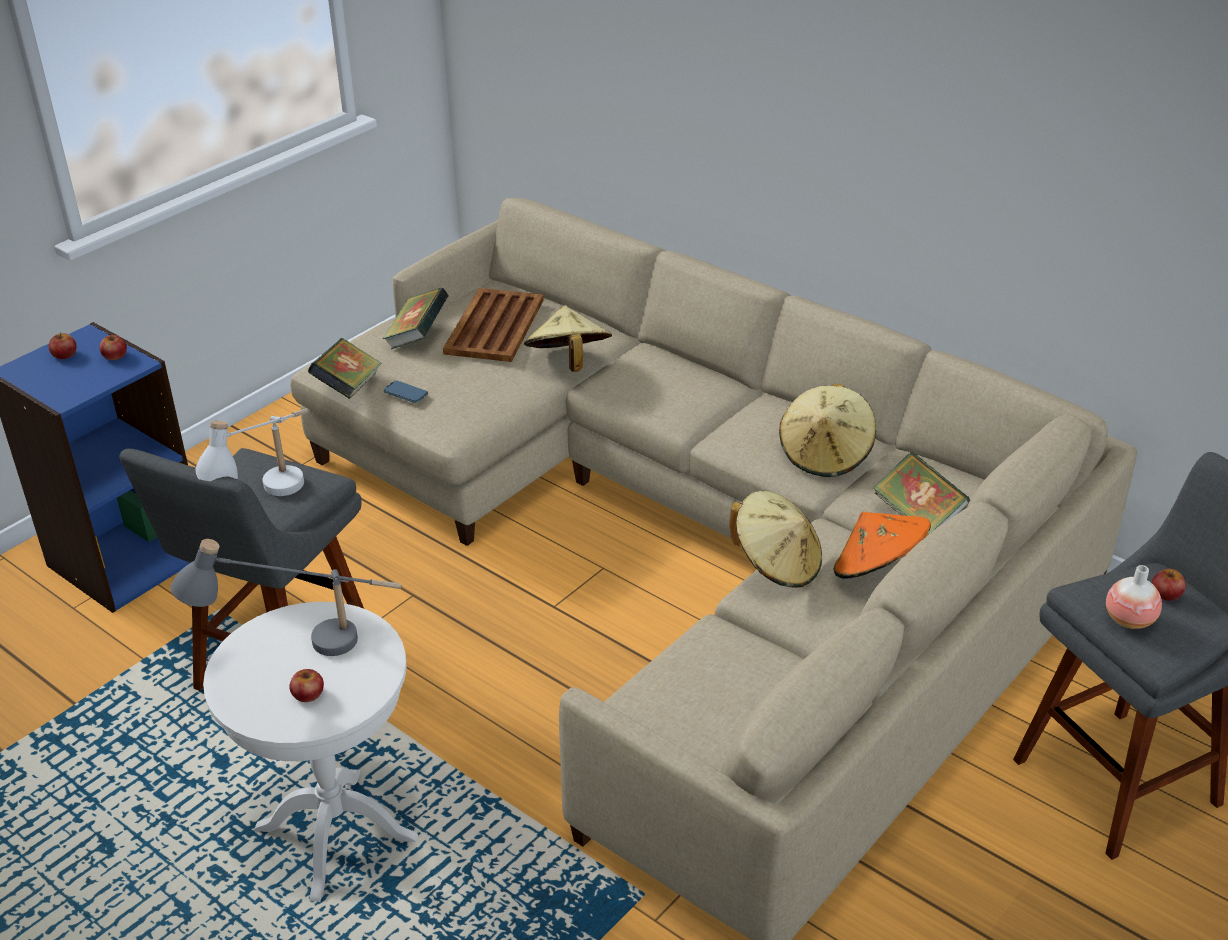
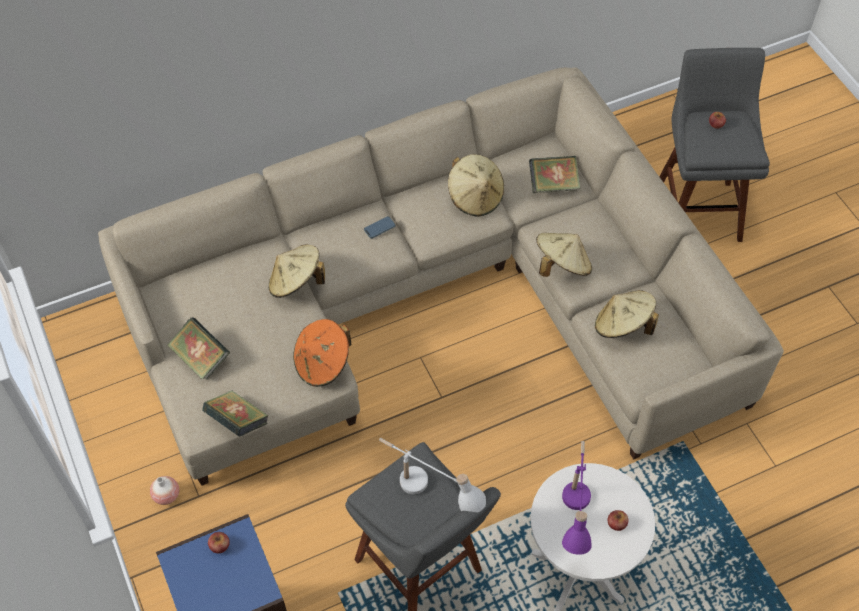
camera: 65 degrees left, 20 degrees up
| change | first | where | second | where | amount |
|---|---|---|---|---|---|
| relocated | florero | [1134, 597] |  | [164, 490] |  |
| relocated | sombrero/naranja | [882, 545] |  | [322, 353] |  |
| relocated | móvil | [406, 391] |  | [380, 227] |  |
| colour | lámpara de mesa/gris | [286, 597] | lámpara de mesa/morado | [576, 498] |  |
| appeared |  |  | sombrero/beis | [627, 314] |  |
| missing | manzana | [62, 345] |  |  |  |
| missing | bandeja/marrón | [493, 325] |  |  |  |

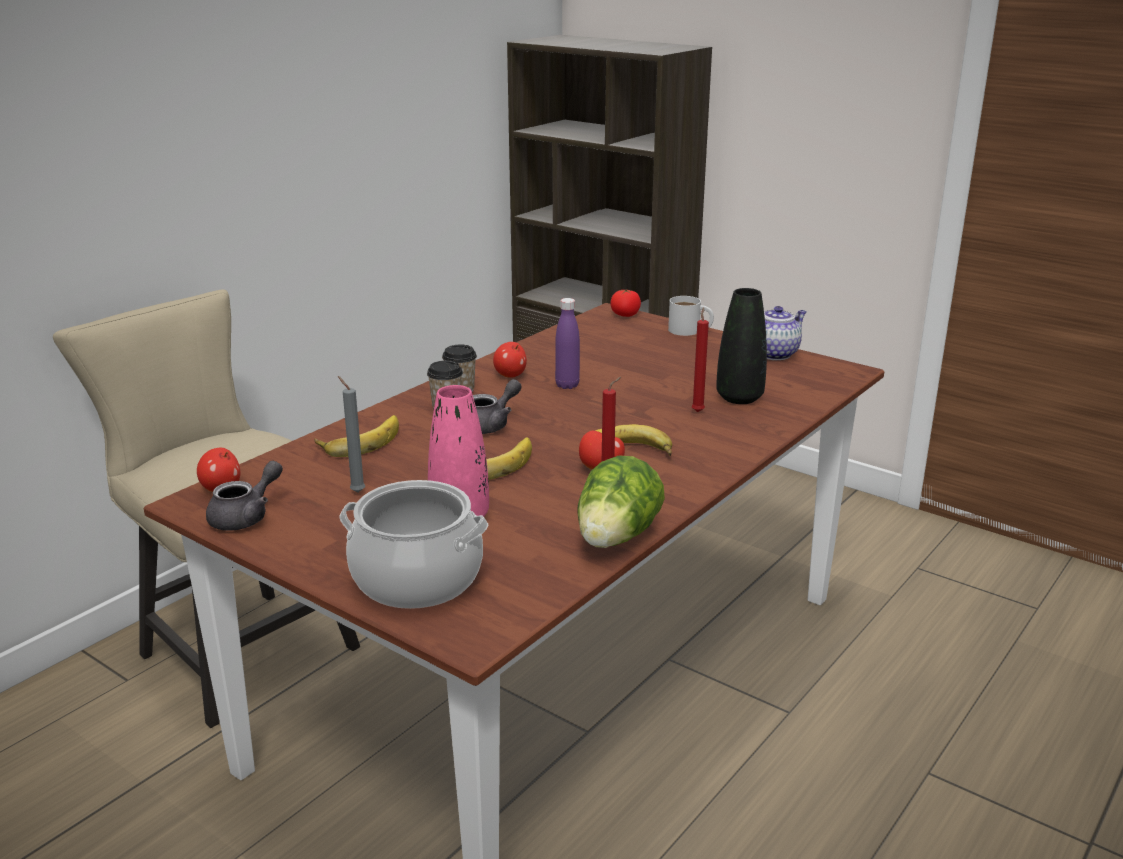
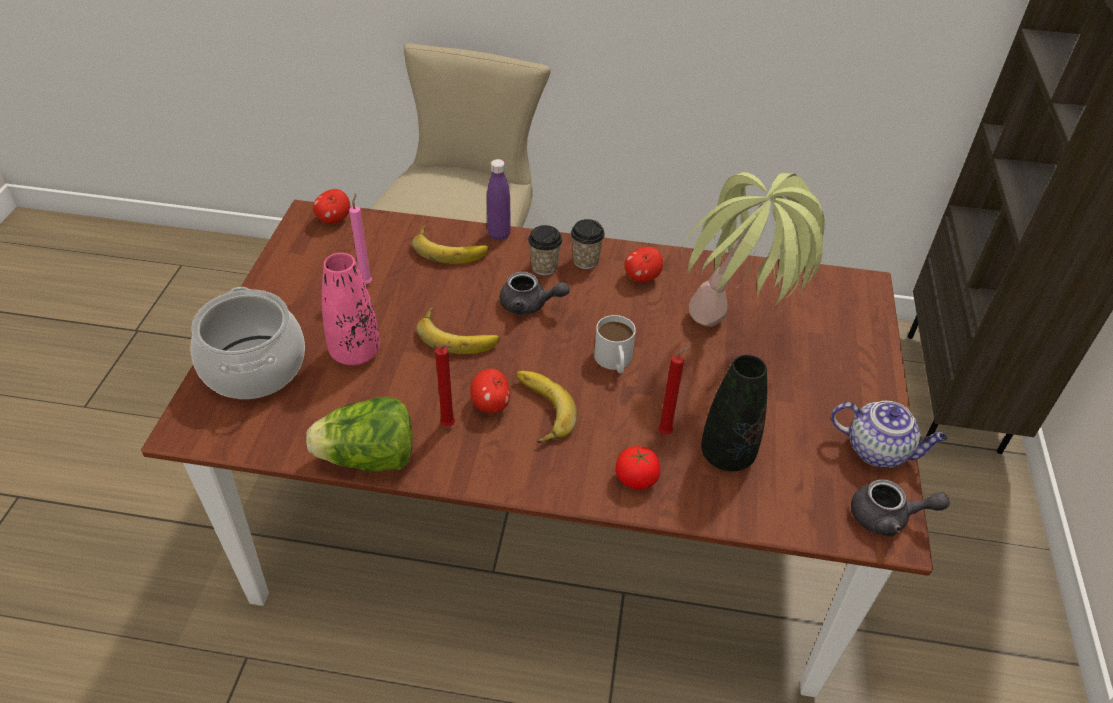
camera: 60 degrees right, 20 degrees up
| change | first | where | second | where | amount |
|---|---|---|---|---|---|
| colour | vela/gris | [351, 434] | vela/rosa | [360, 239] |  |
| relocated | botella/morado | [567, 343] |  | [499, 200] |  |
| relocated | taza grande/blanco | [691, 316] |  | [615, 344] |  |
| relocated | tomate | [625, 303] |  | [638, 468] |  |
| appeared |  |  | planta en maceta | [753, 249] |  |
| relocated | tetera/gris | [244, 496] |  | [900, 508] |  |

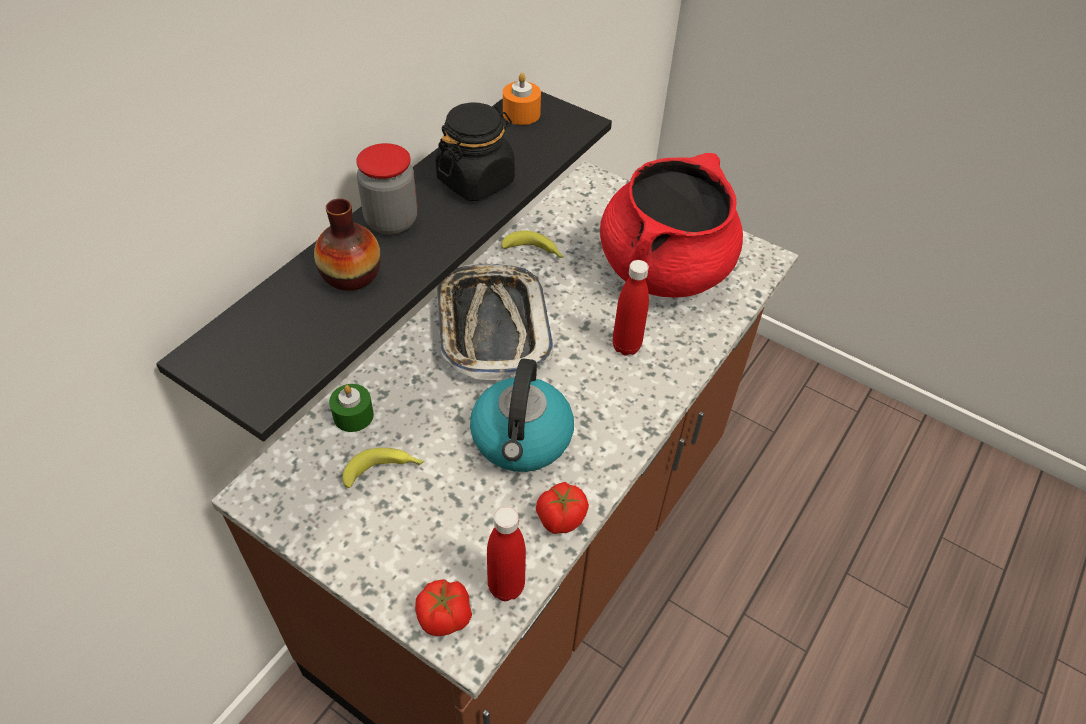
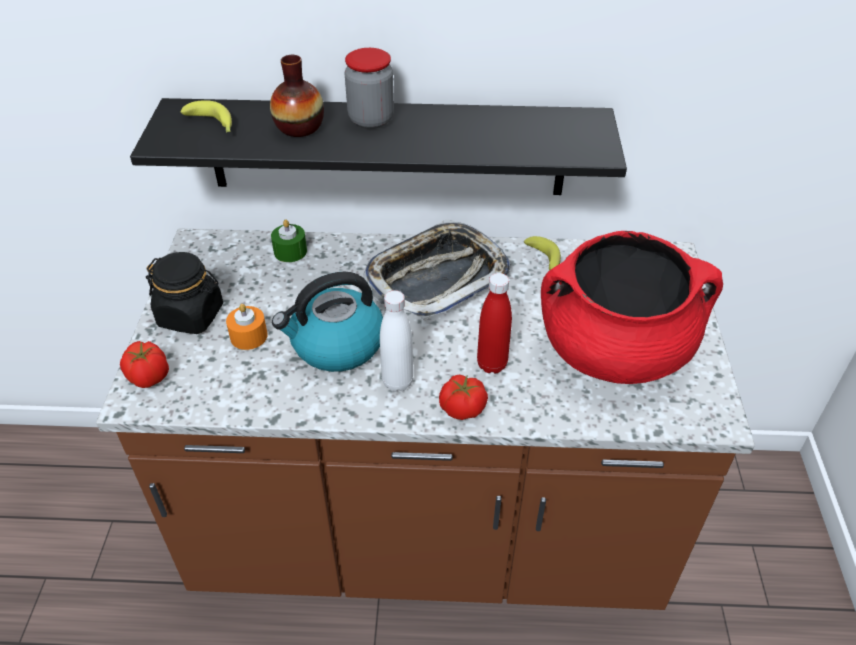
camera: 60 degrees right, 5 degrees down
| change | first | where | second | where | amount |
|---|---|---|---|---|---|
| relocated | tarro/negro | [475, 151] |  | [184, 293] |  |
| relocated | plátano | [383, 468] |  | [206, 116] |  |
| relocated | vela/naranja | [522, 99] |  | [247, 327] |  |
| appeared |  |  | botella/blanco | [396, 341] |  |
| relocated | tomate | [562, 508] |  | [463, 397] |  |
| missing | botella/rojo | [506, 554] |  |  |  |

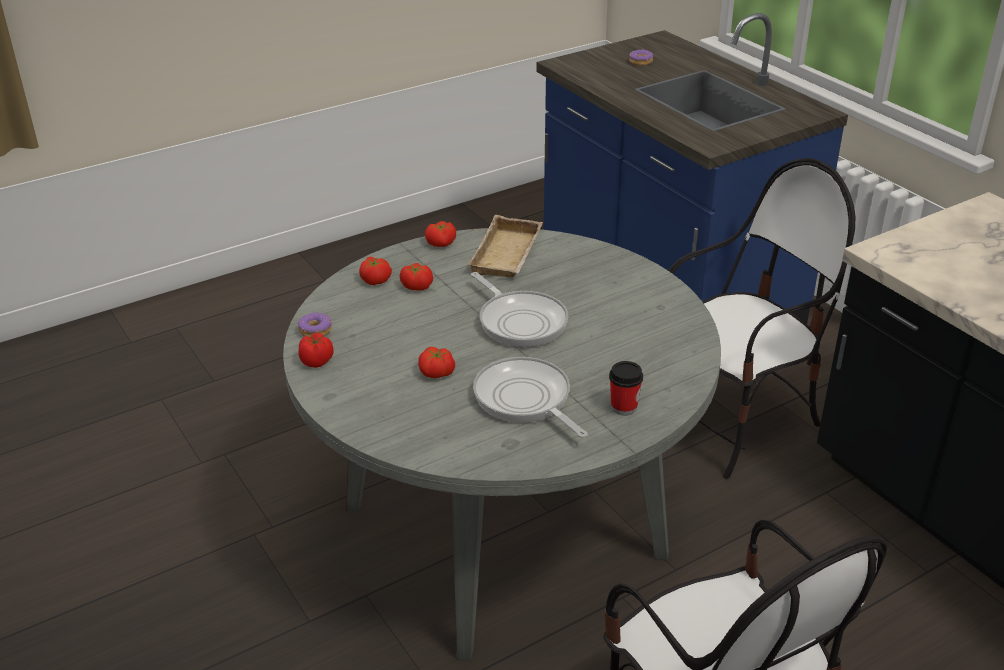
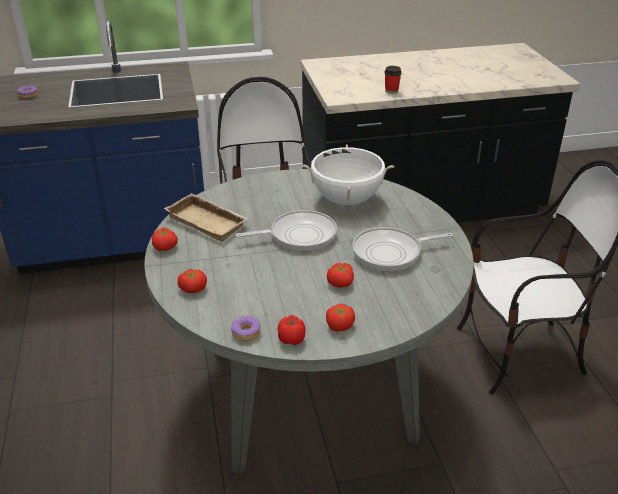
camera: 70 degrees left, 0 degrees up
| change | first | where | second | where | amount |
|---|---|---|---|---|---|
| appeared |  |  | olla/blanco | [348, 175] |  |
| relocated | tomate | [416, 277] |  | [340, 318] |  |
| relocated | taza | [626, 388] |  | [393, 80] |  |

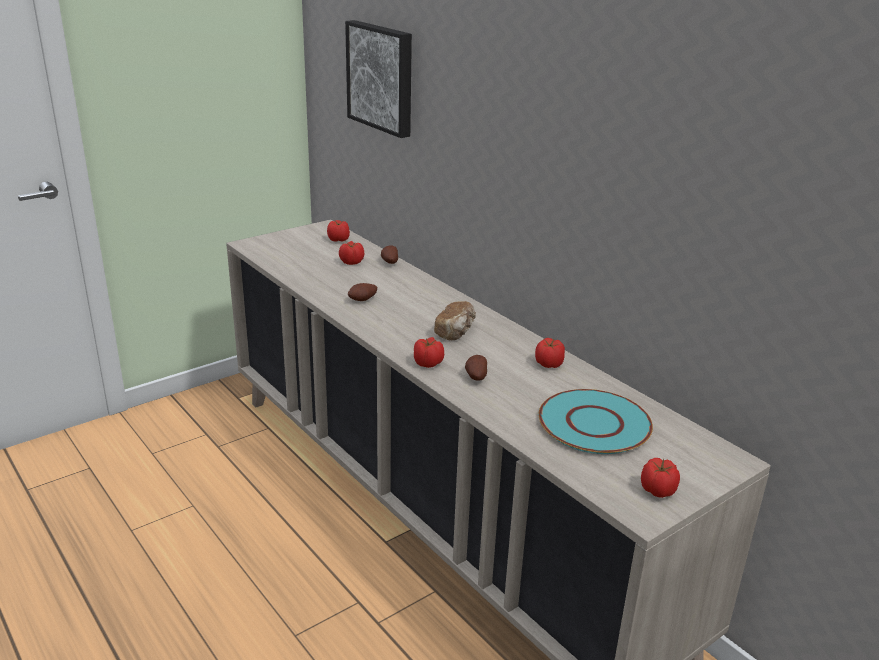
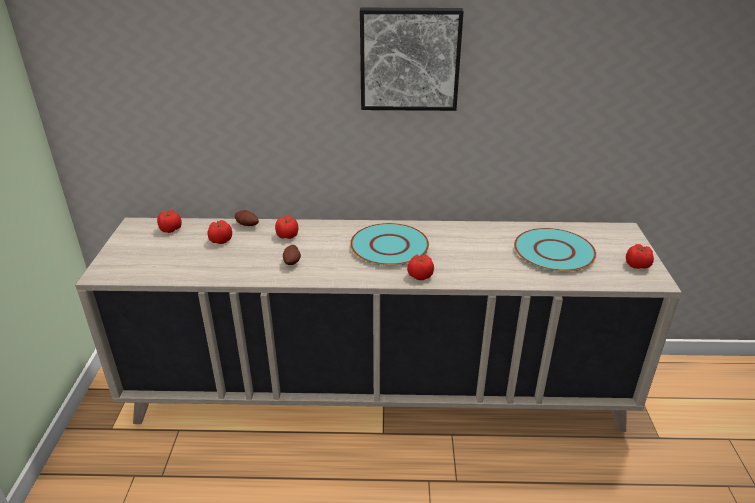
camera: 50 degrees left, 5 degrees up
| change | first | where | second | where | amount |
|---|---|---|---|---|---|
| relocated | tomate | [550, 353] |  | [286, 227] |  |
| exchanged | pan | [455, 320] | plato/turquesa | [389, 244] |  |
| relocated | cuadro | [378, 79] |  | [412, 59] |  |
| missing | patata | [476, 368] |  |  |  |

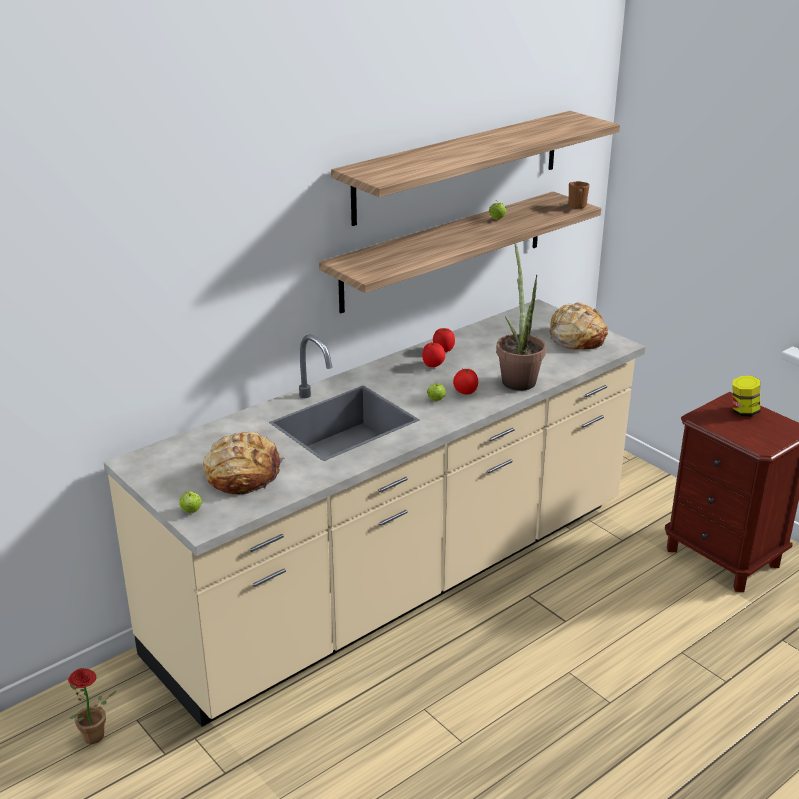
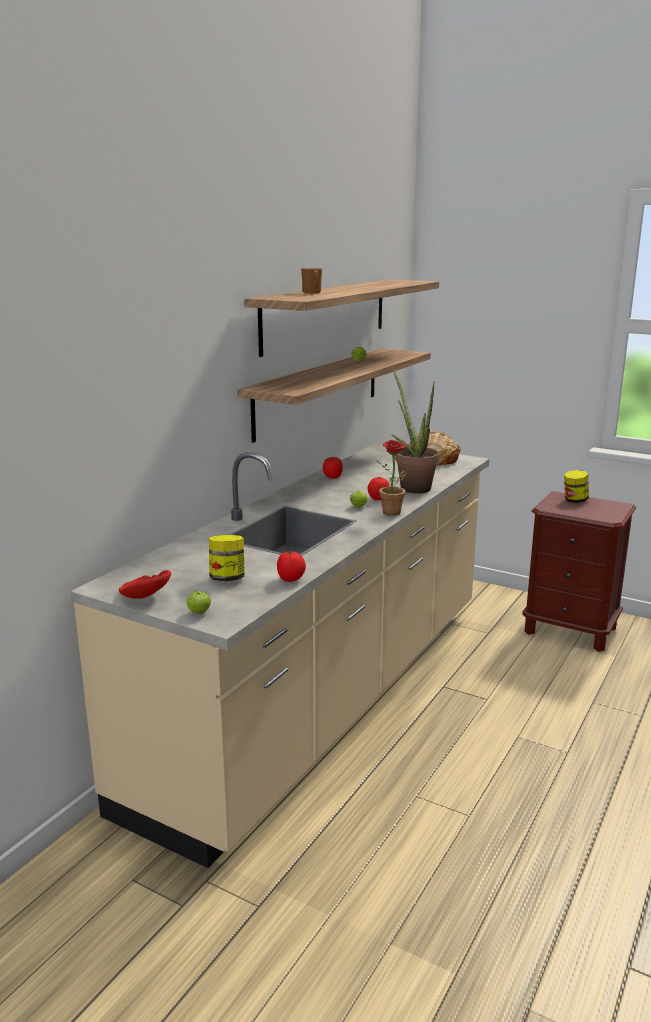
camera: 20 degrees left, 10 degrees down
| change | first | where | second | where | amount |
|---|---|---|---|---|---|
| appeared |  |  | cuenco/rojo | [144, 584] |  |
| exchanged | pan | [244, 463] | tarro | [226, 558] |  |
| relocated | tomate | [433, 355] |  | [291, 566] |  |
| relocated | taza grande/marrón | [579, 195] |  | [311, 280] |  |
| relocated | planta en maceta | [92, 706] |  | [392, 478] |  |

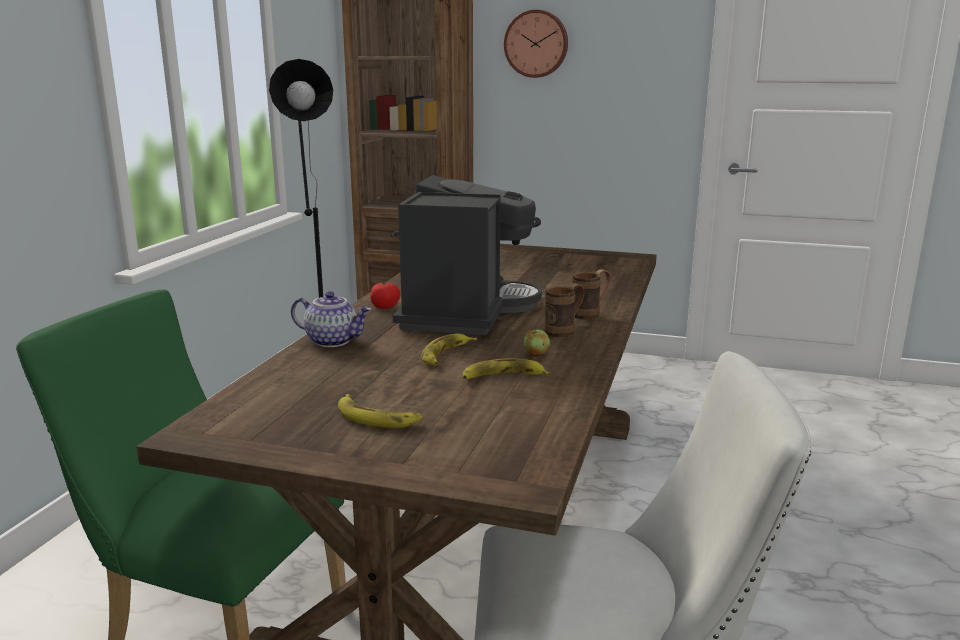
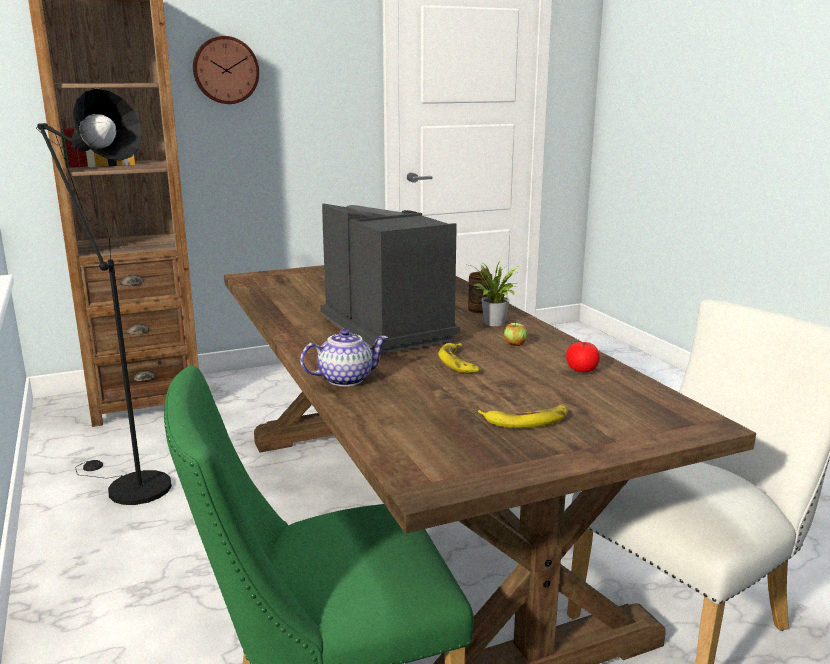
camera: 40 degrees left, 0 degrees up
| change | first | where | second | where | amount |
|---|---|---|---|---|---|
| exchanged | taza grande/marrón | [565, 310] | planta en maceta | [494, 293] |  |
| relocated | tomate | [385, 295] |  | [583, 357] |  |
| missing | plátano | [507, 368] |  |  |  |

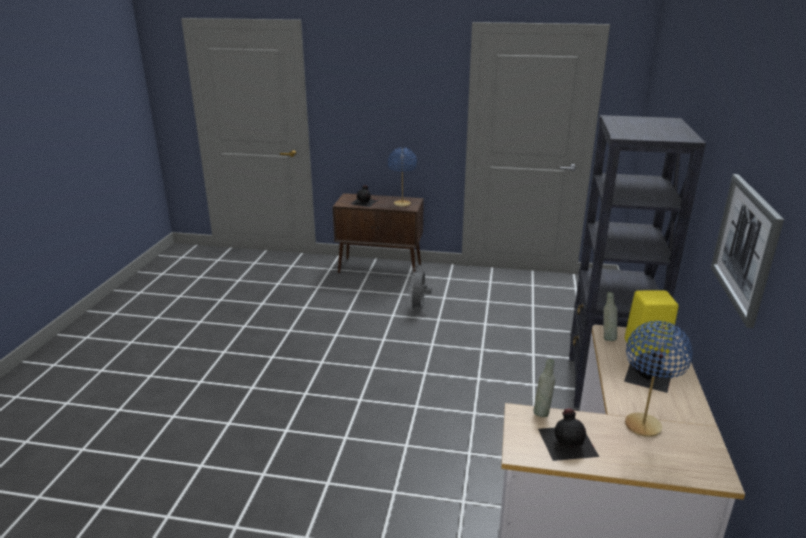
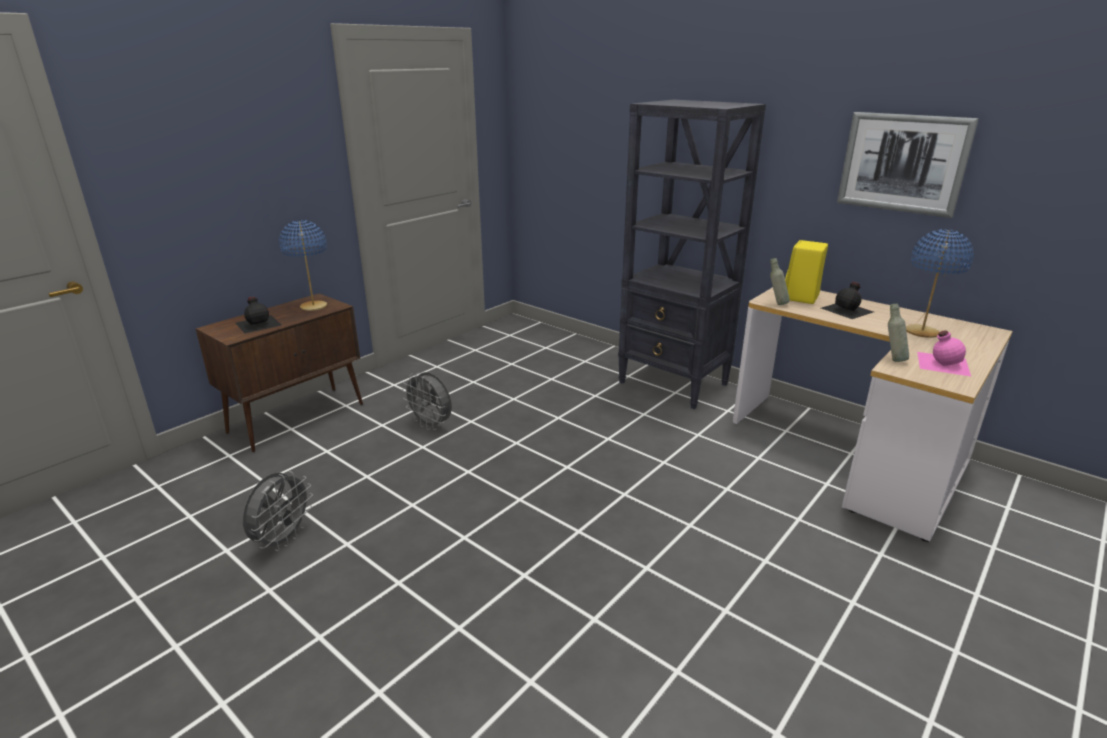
camera: 60 degrees left, 0 degrees up
| change | first | where | second | where | amount |
|---|---|---|---|---|---|
| appeared |  |  | ventilador/gris | [278, 511] |  |
| colour | botella/negro | [568, 435] | botella/rosa | [944, 353] |  |

